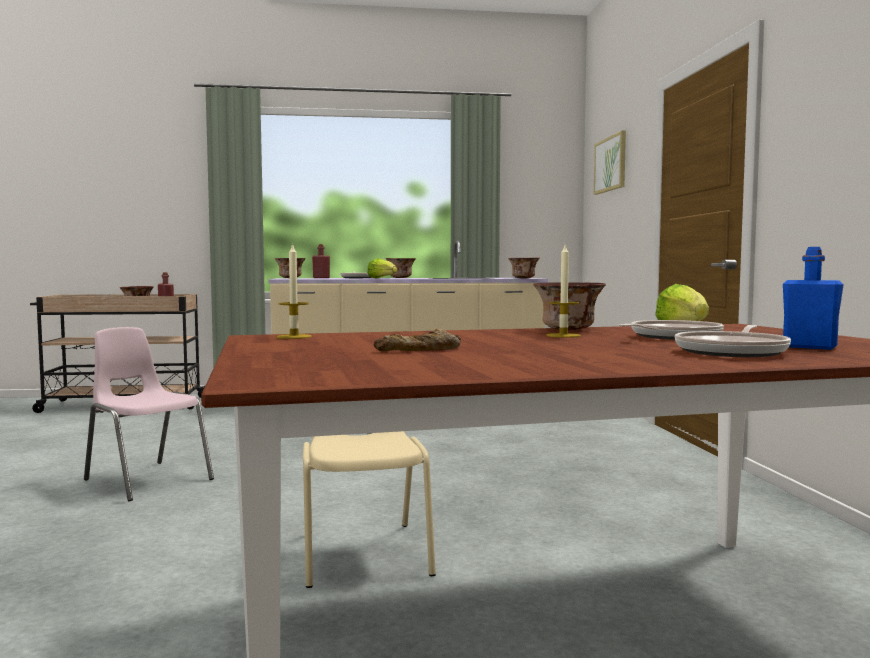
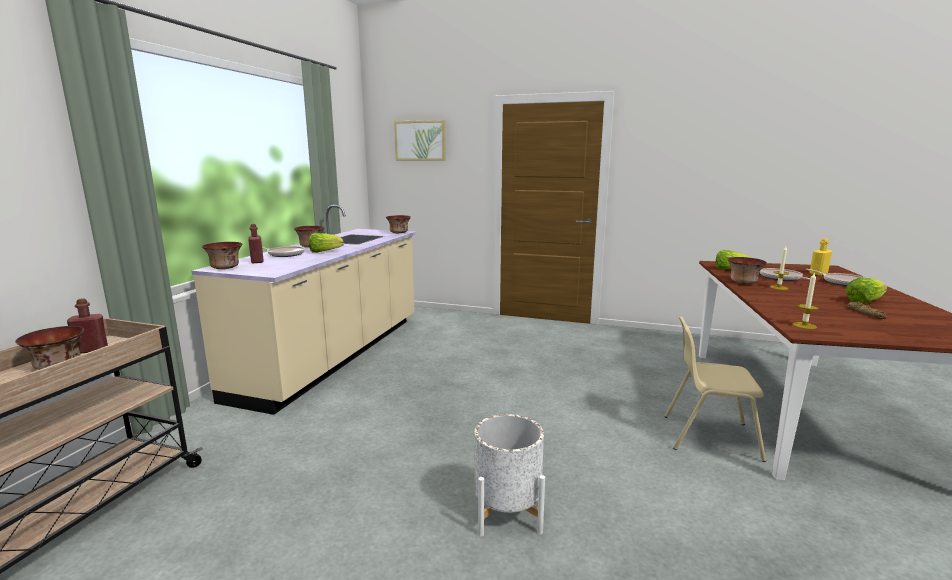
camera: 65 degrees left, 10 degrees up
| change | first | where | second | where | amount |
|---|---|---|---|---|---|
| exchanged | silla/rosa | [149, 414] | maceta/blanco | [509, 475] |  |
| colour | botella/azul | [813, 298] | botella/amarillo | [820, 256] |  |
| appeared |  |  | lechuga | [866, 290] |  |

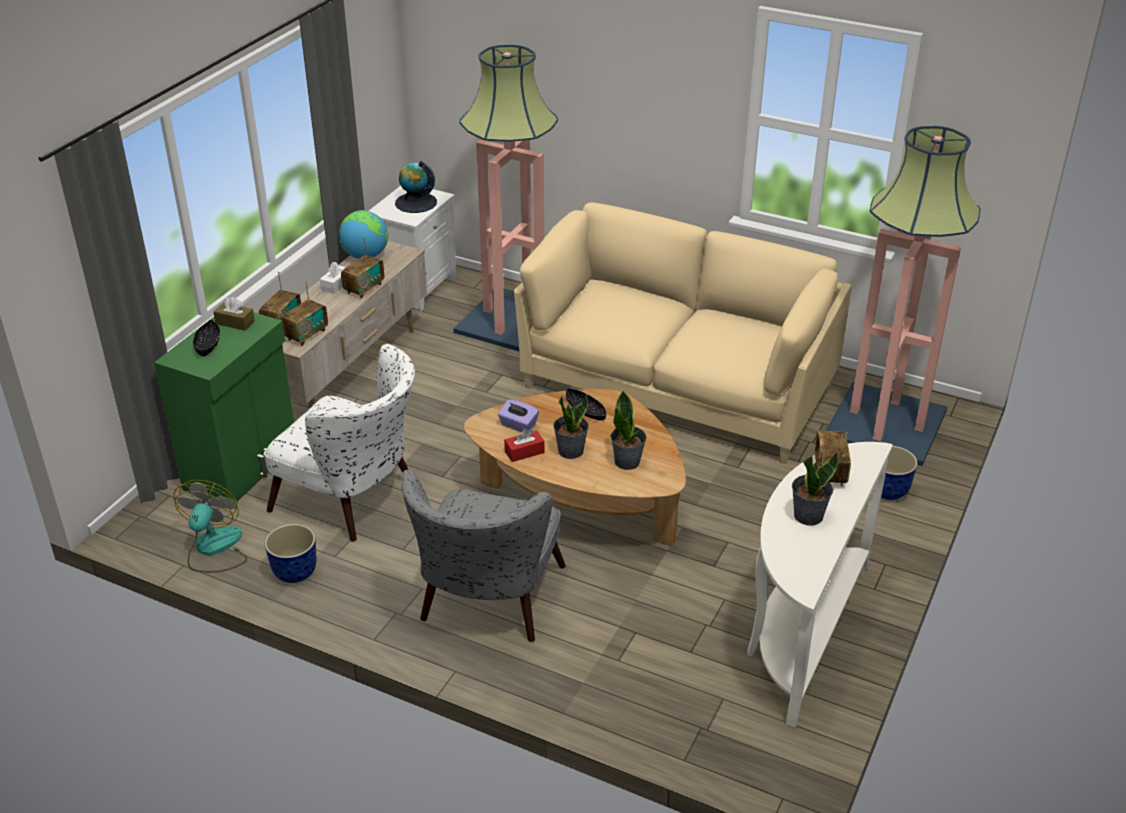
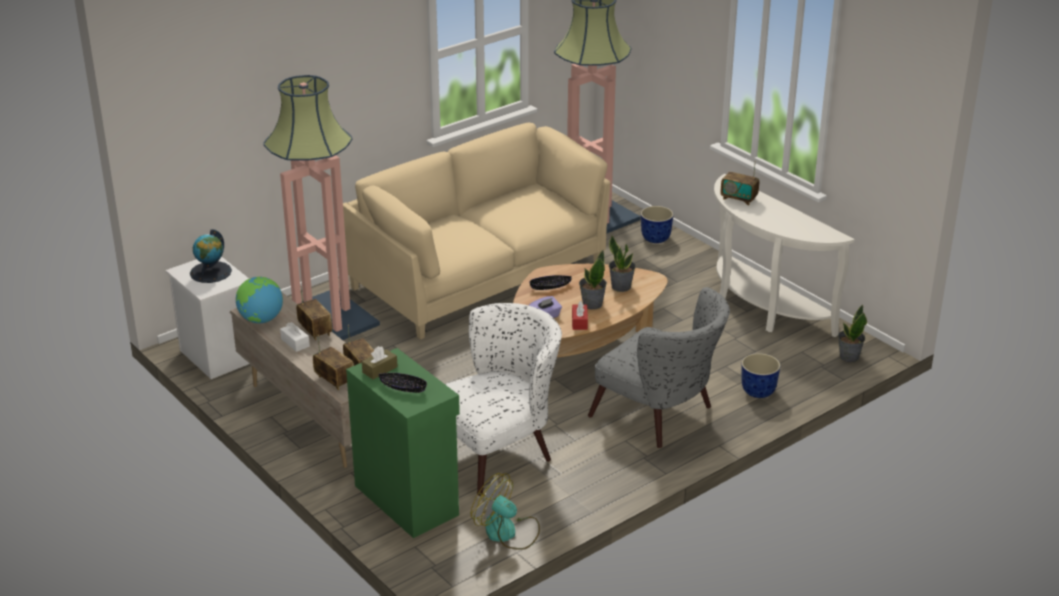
camera: 65 degrees left, 5 degrees down
| change | first | where | second | where | amount |
|---|---|---|---|---|---|
| relocated | maceta | [291, 553] |  | [761, 375] |  |
| relocated | planta en maceta | [815, 489] |  | [852, 333] |  |

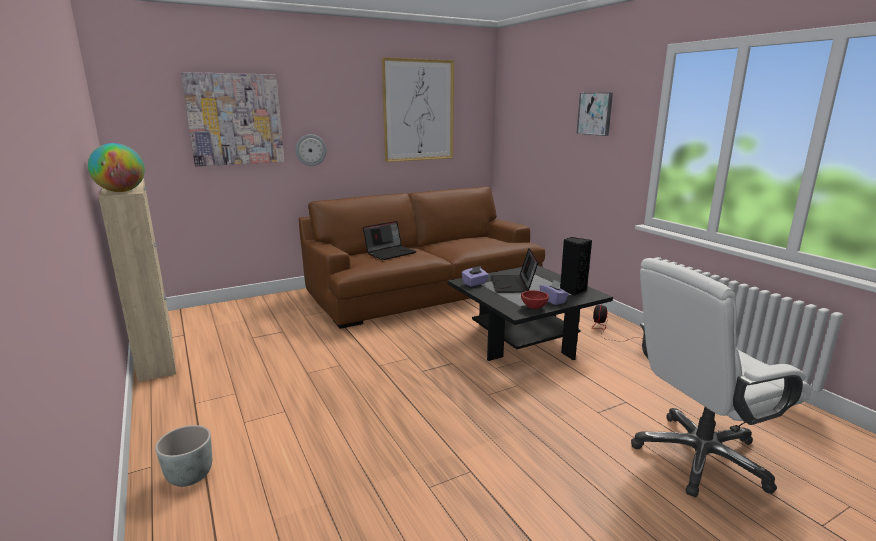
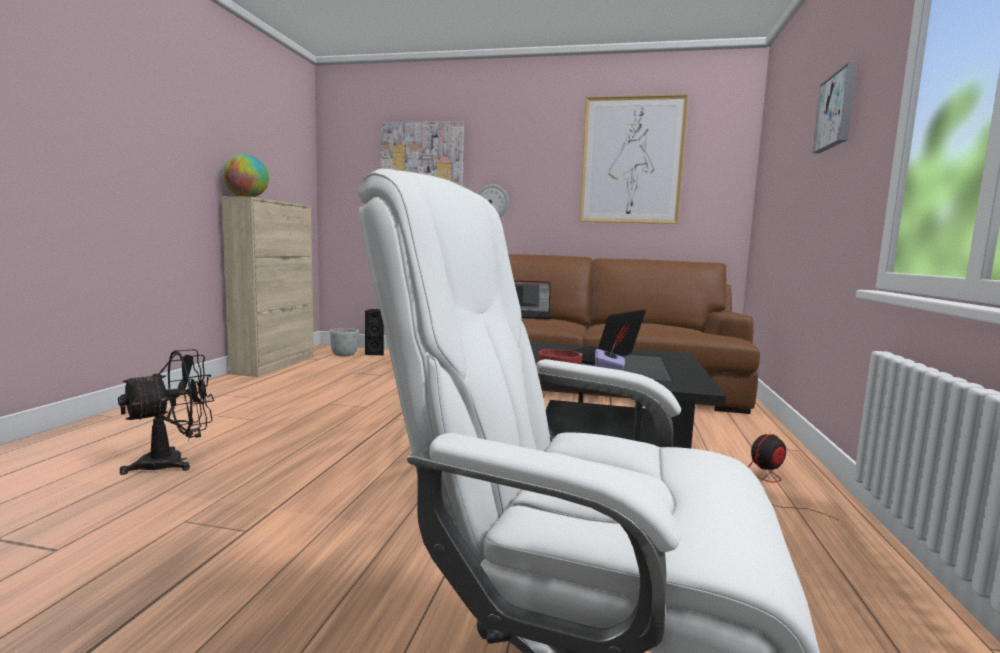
camera: 40 degrees right, 10 degrees down
| change | first | where | second | where | amount |
|---|---|---|---|---|---|
| appeared |  |  | ventilador/negro | [166, 412] |  |
| relocated | maceta/gris | [183, 456] |  | [344, 342] |  |
| relocated | altavoz/negro | [576, 266] |  | [374, 332] |  |
| missing | caja de pañuelos/morado | [475, 276] |  |  |  |

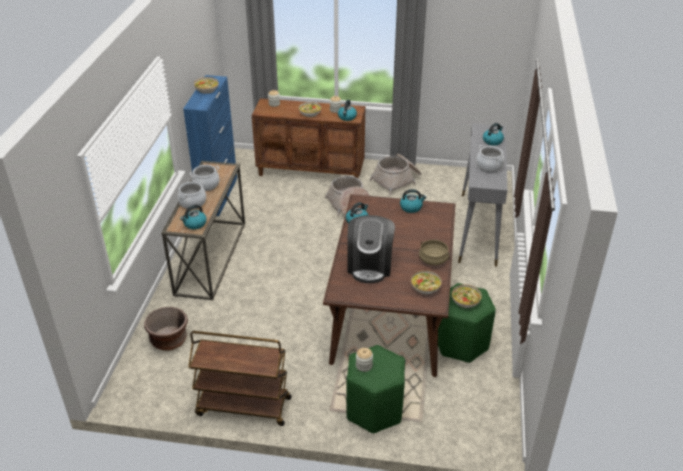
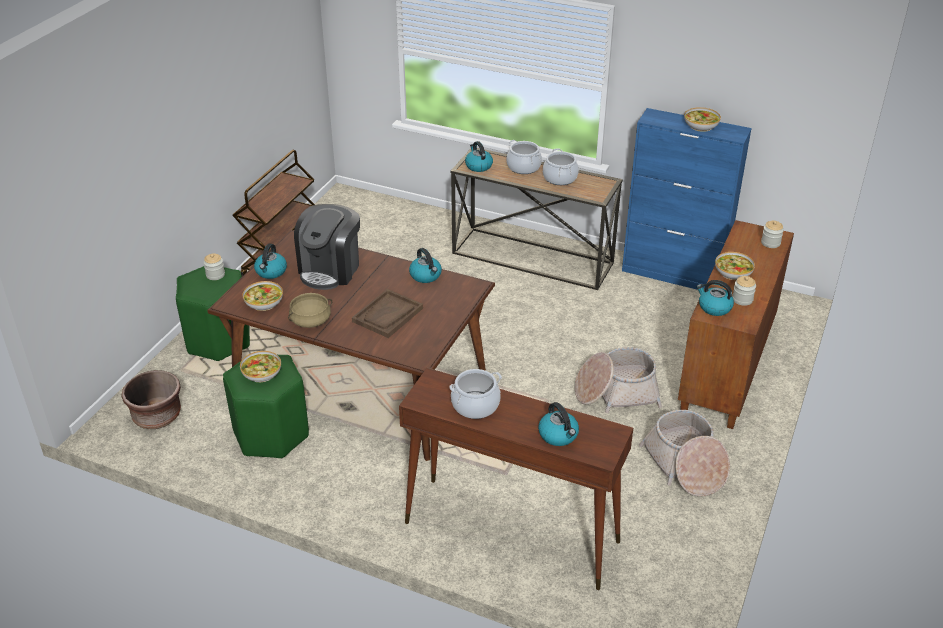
camera: 105 degrees right, 0 degrees up
| change | first | where | second | where | amount |
|---|---|---|---|---|---|
| relocated | maceta/marrón | [166, 329] |  | [151, 399] |  |
| relocated | hervidor | [413, 201] |  | [270, 261] |  |
| spun | cafetera | [371, 249] |  | [327, 247] | 90 degrees counterclockwise |
| appeared |  |  | bandeja/marrón | [387, 313] |  |
| colour | mesa consola/gris | [482, 195] | mesa consola/marrón | [516, 479] |  |

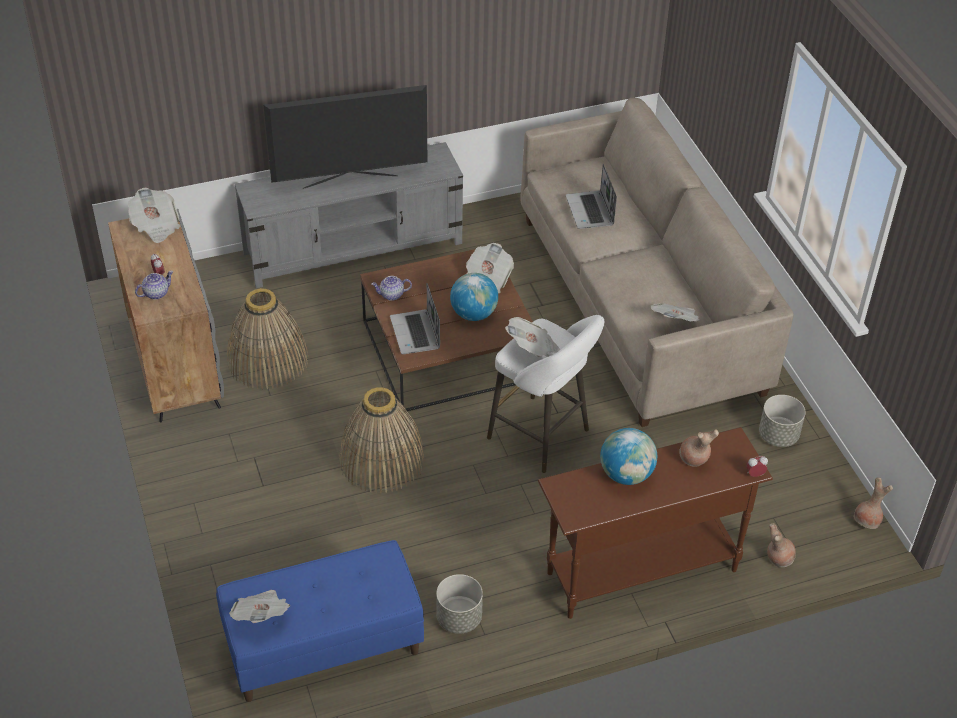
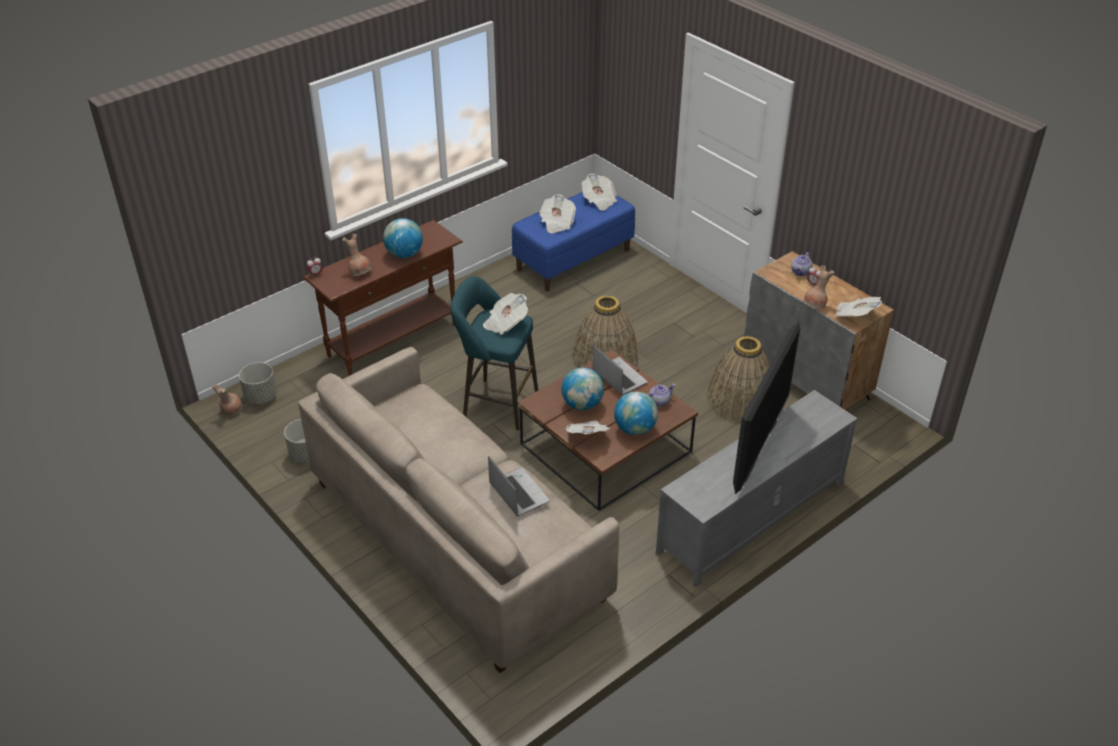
camera: 160 degrees right, 5 degrees down
| change | first | where | second | where | amount |
|---|---|---|---|---|---|
| relocated | maceta/gris | [459, 604] |  | [258, 383] |  |
| colour | taburete/blanco | [545, 394] | taburete/turquesa | [494, 353] |  |
| relocated | periódico | [676, 312] |  | [557, 213] |  |
| appeared |  |  | globo terráqueo | [636, 413] |  |
| spun | televisor | [345, 137] |  | [766, 408] | 150 degrees clockwise |
| relocated | florero/marrón | [781, 545] |  | [819, 287] |  |

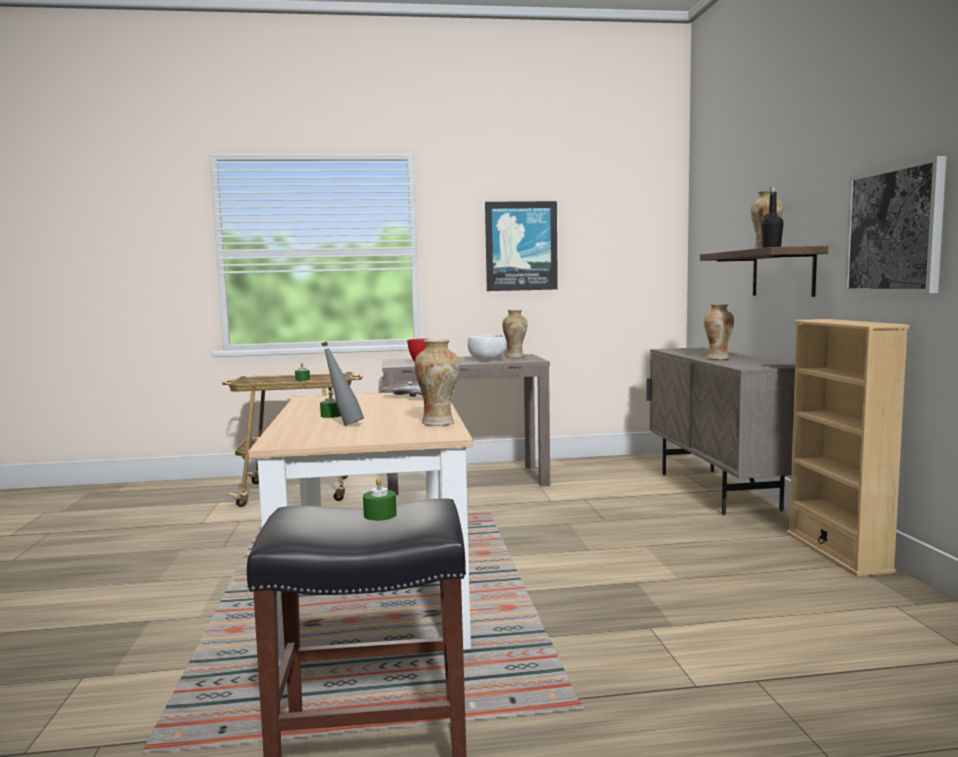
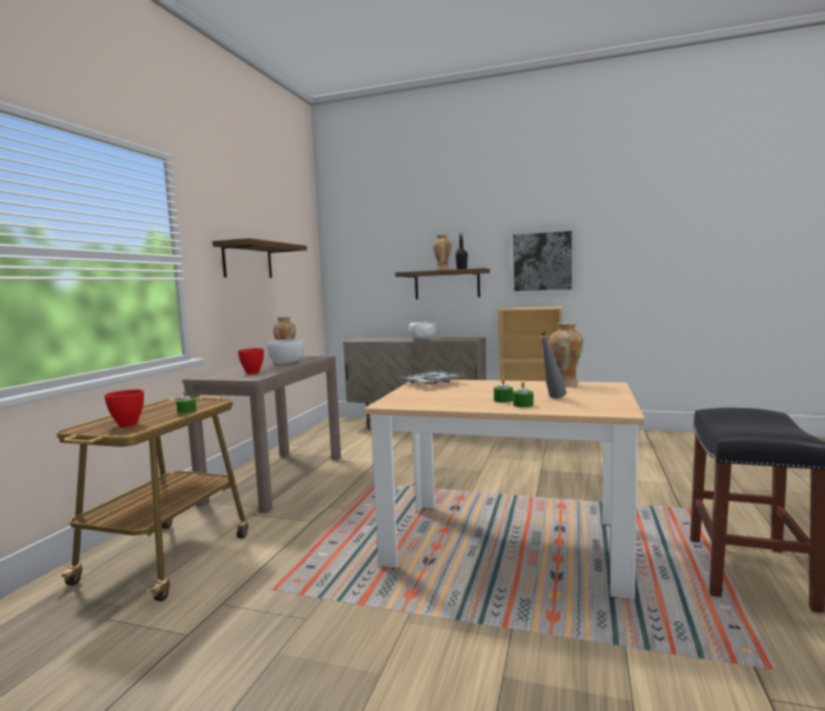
camera: 65 degrees left, 0 degrees up
| change | first | where | second | where | amount |
|---|---|---|---|---|---|
| appeared |  |  | cuenco/rojo | [124, 408] |  |
| exchanged | cuadro | [521, 246] | estante | [259, 258] |  |
| exchanged | florero | [719, 332] | cuenco/blanco | [423, 330] |  |
| relocated | vela/verde | [380, 499] |  | [523, 395] |  |

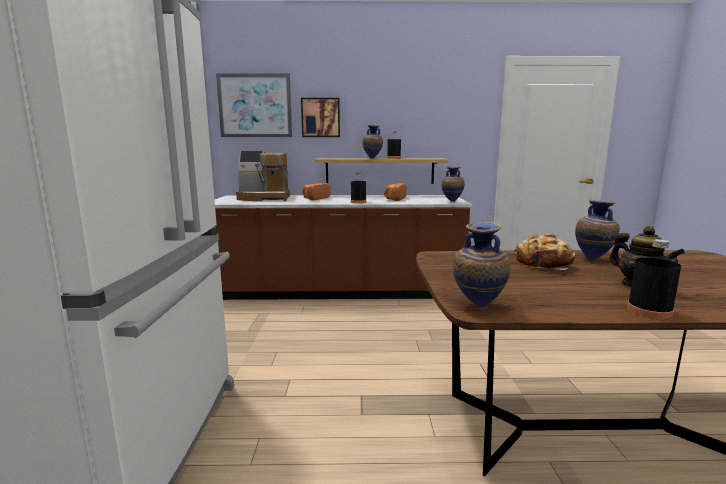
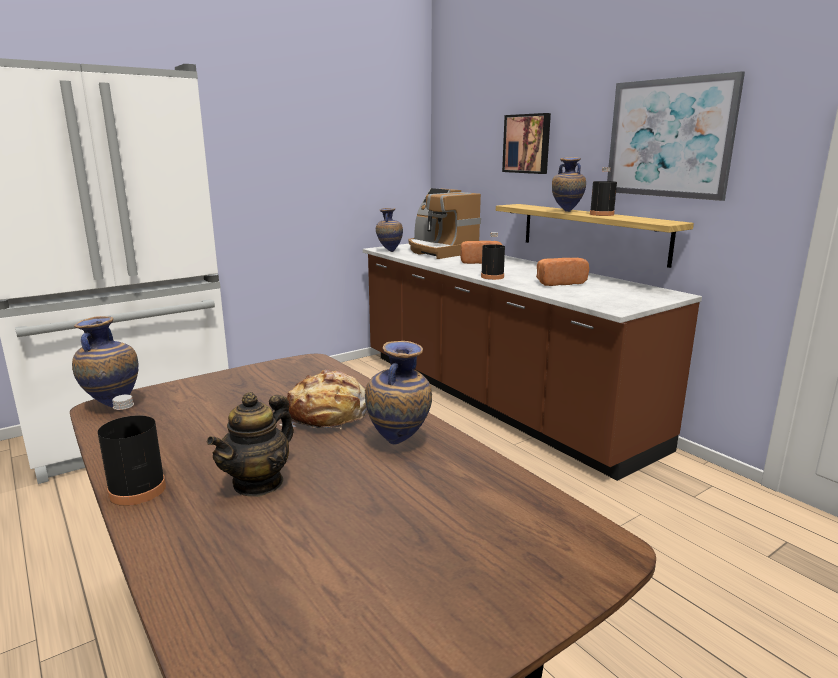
camera: 55 degrees right, 5 degrees up
| change | first | where | second | where | amount |
|---|---|---|---|---|---|
| relocated | florero | [453, 184] |  | [389, 230] |  |
| relocated | cuadro | [254, 105] |  | [676, 136] |  |

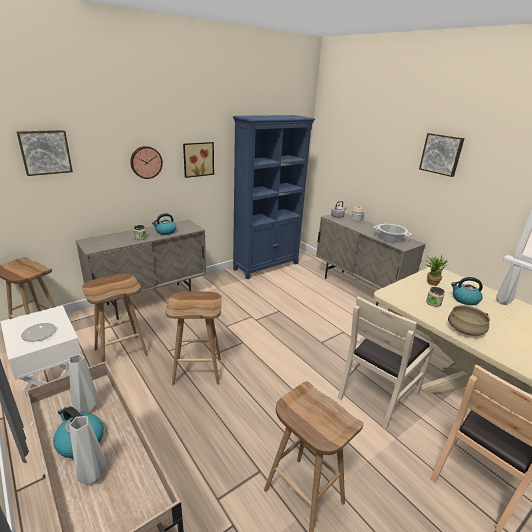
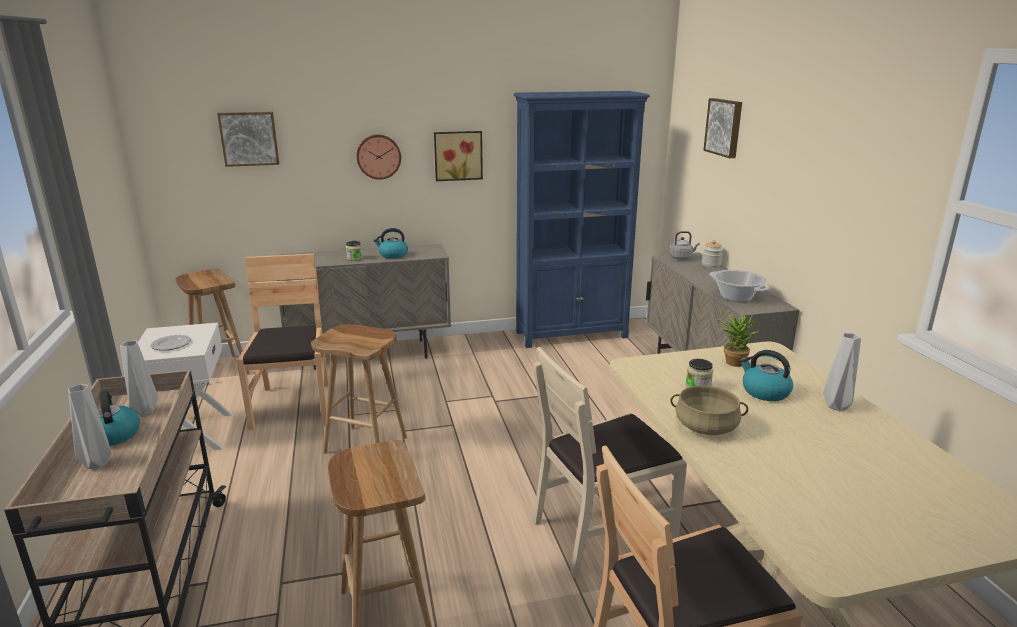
camera: 25 degrees right, 5 degrees down
| change | first | where | second | where | amount |
|---|---|---|---|---|---|
| exchanged | taburete/marrón | [115, 318] | silla/marrón | [283, 342] |  |
| relocated | cuadro | [442, 155] |  | [722, 128] |  |

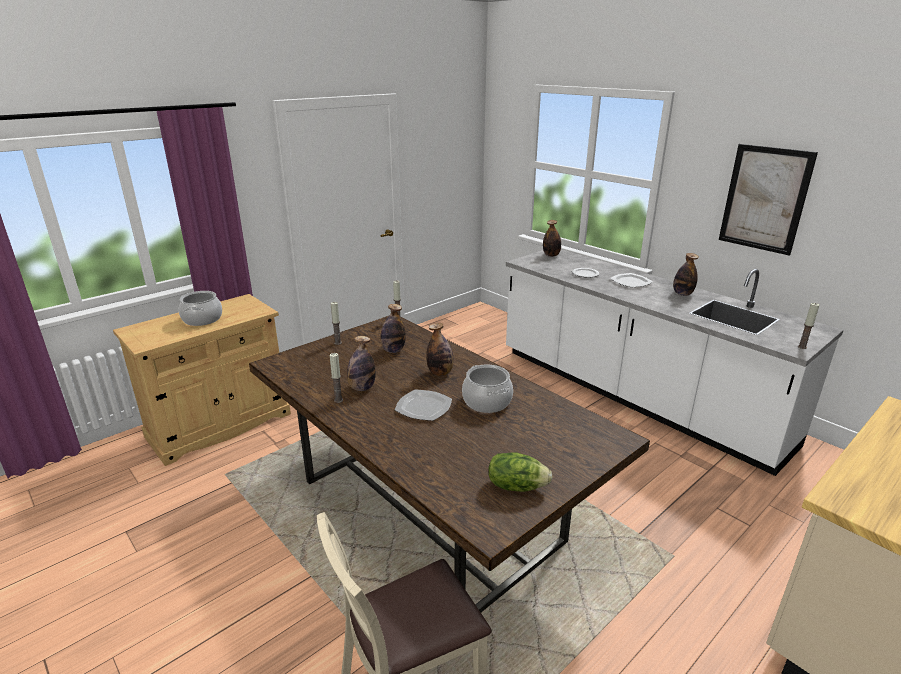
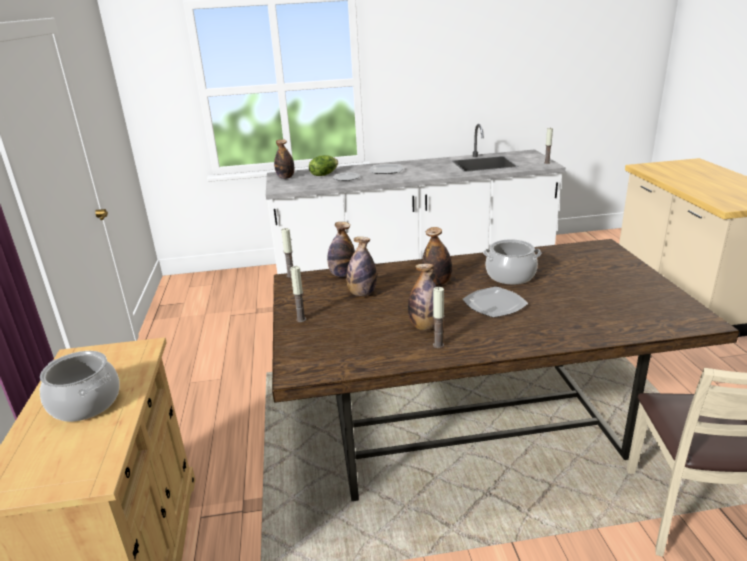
camera: 55 degrees left, 0 degrees up
| change | first | where | second | where | amount |
|---|---|---|---|---|---|
| relocated | lechuga | [520, 472] |  | [323, 165] |  |
| relocated | botella | [686, 274] |  | [341, 249] |  |
| missing | cuadro | [768, 200] |  |  |  |

